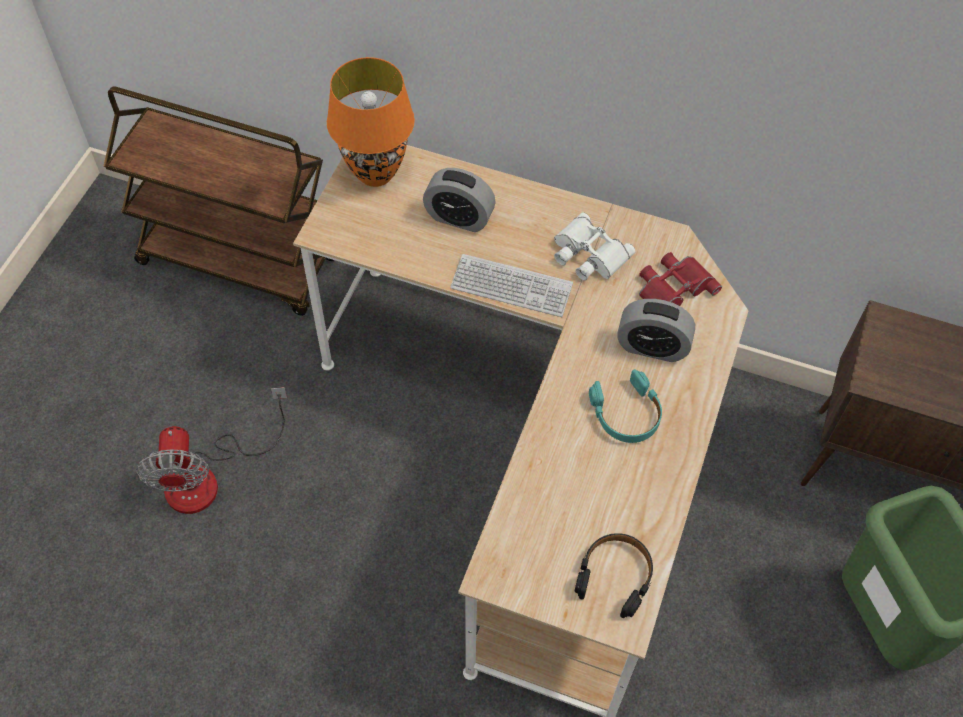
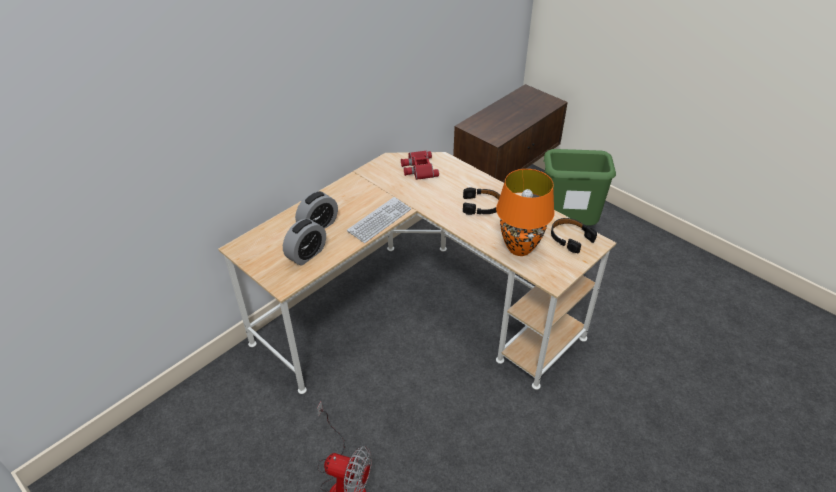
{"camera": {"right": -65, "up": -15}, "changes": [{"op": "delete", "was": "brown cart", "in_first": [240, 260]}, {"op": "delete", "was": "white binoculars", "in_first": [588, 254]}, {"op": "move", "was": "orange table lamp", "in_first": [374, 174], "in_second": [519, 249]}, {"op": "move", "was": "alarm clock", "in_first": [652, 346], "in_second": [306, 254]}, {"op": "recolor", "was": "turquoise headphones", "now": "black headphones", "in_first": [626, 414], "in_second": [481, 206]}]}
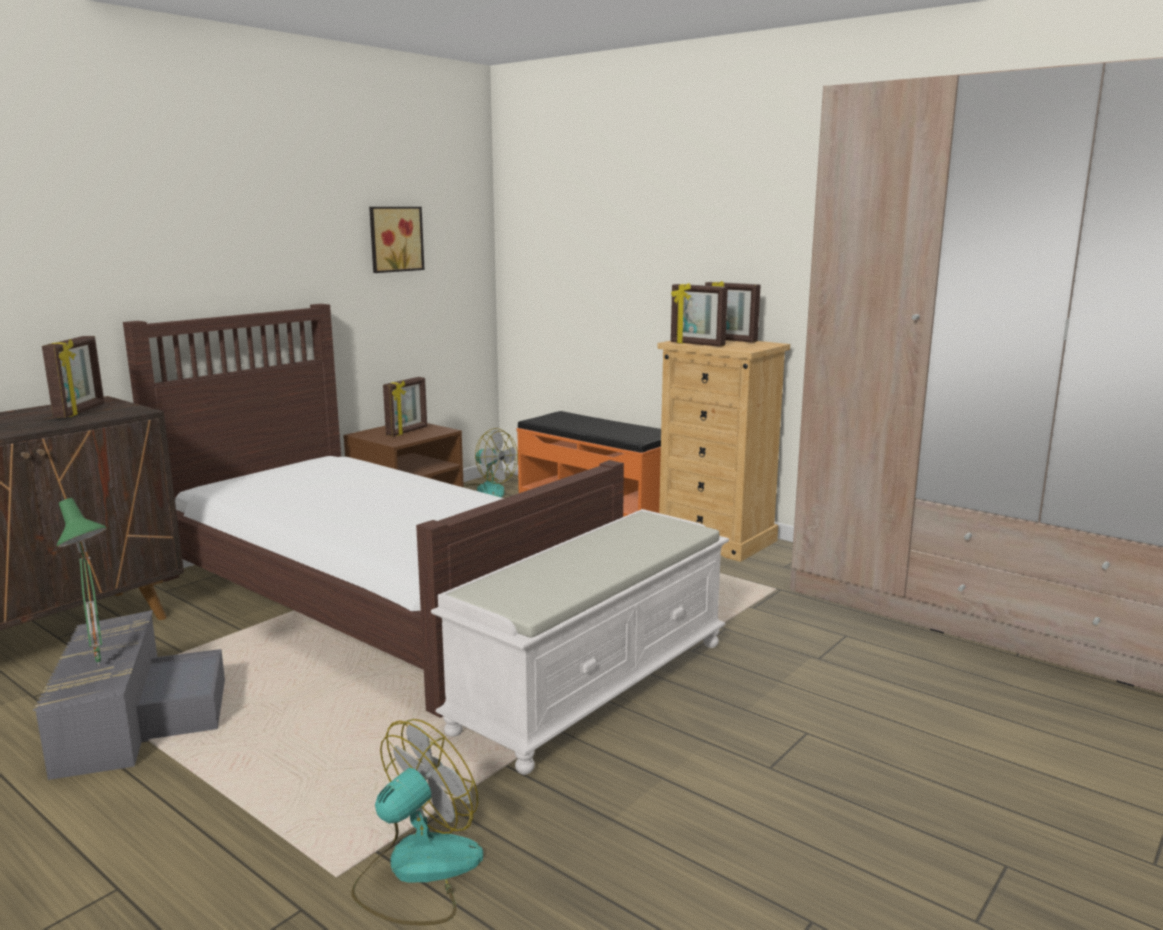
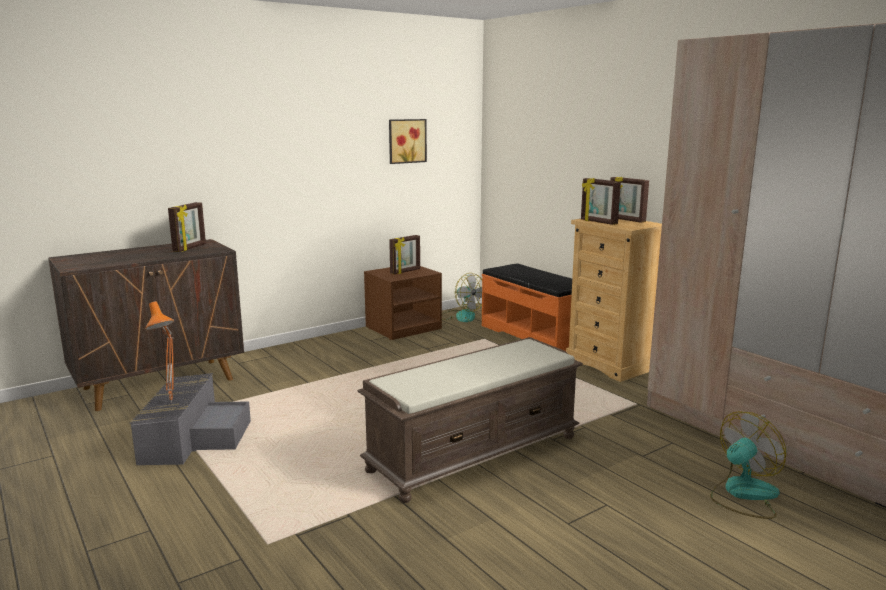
{"camera": {"right": 15, "up": 0}, "changes": [{"op": "delete", "was": "brown bed", "in_first": [375, 596]}, {"op": "move", "was": "fan", "in_first": [417, 871], "in_second": [743, 494]}, {"op": "recolor", "was": "green table lamp", "now": "orange table lamp", "in_first": [103, 664], "in_second": [173, 401]}, {"op": "recolor", "was": "white bench", "now": "brown bench", "in_first": [593, 683], "in_second": [474, 452]}]}
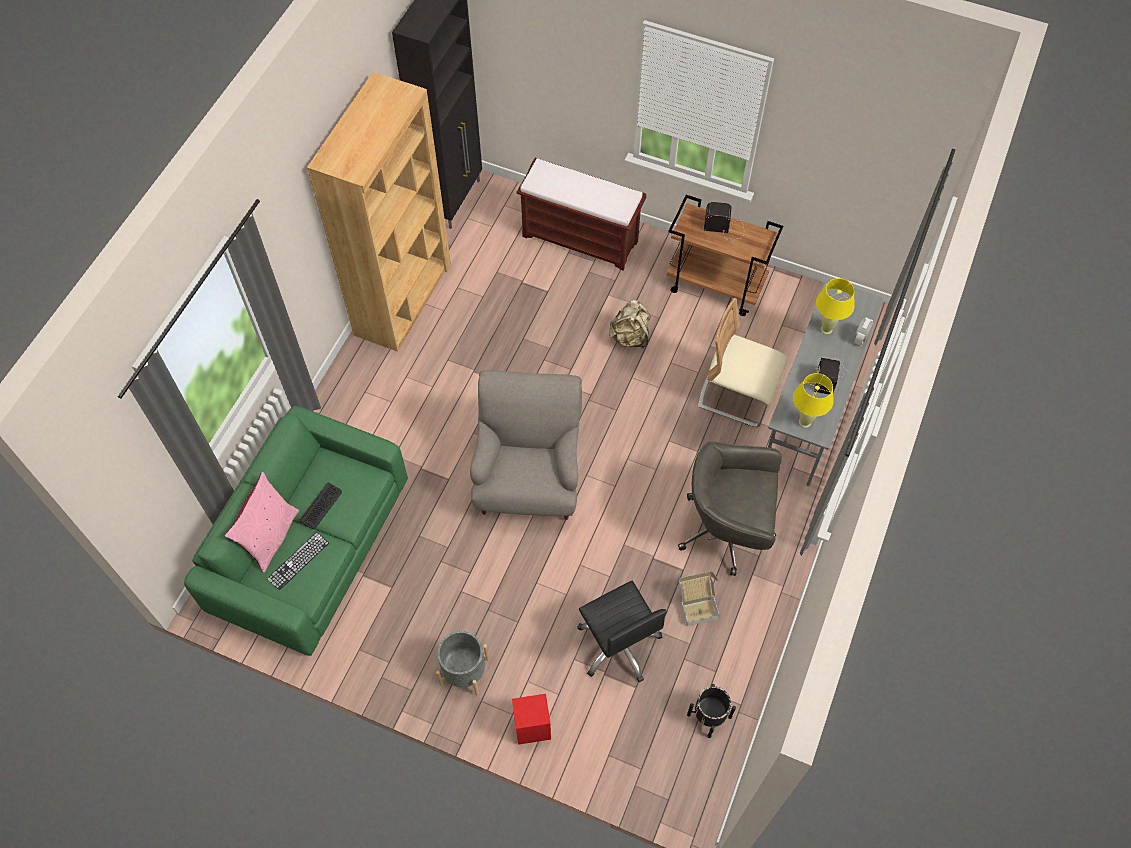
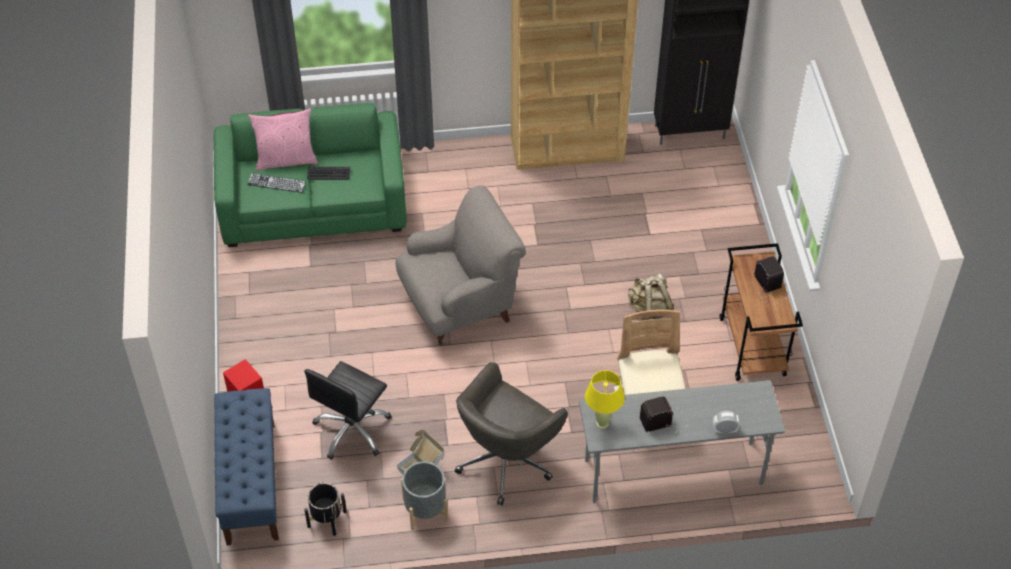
{"camera": {"right": 60, "up": -10}, "changes": [{"op": "delete", "was": "brown bench", "in_first": [581, 238]}, {"op": "delete", "was": "yellow table lamp", "in_first": [826, 329]}, {"op": "insert", "now": "blue bench", "in_second": [251, 483]}, {"op": "move", "was": "grey planter", "in_first": [464, 671], "in_second": [425, 510]}, {"op": "rotate", "was": "grey office chair", "in_first": [727, 530], "in_second": [507, 460], "clockwise": -120}]}
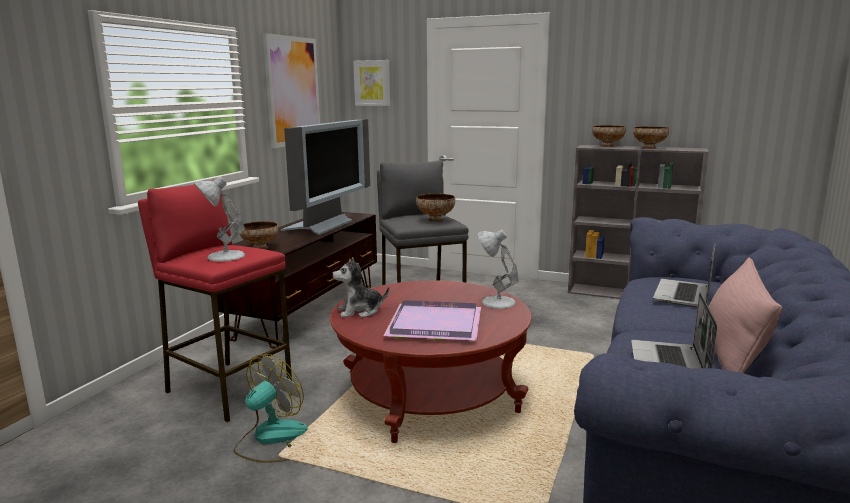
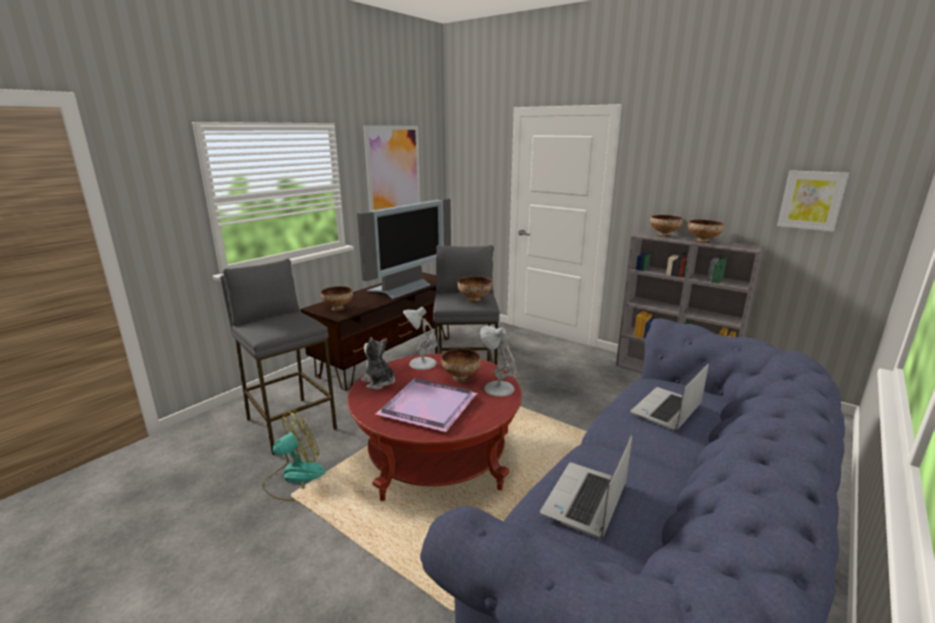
{"camera": {"right": 15, "up": 5}, "changes": [{"op": "delete", "was": "pink pillow", "in_first": [734, 352]}, {"op": "insert", "now": "bowl", "in_second": [461, 378]}, {"op": "move", "was": "white table lamp", "in_first": [224, 256], "in_second": [421, 363]}, {"op": "move", "was": "picture", "in_first": [372, 83], "in_second": [811, 200]}, {"op": "recolor", "was": "red stool", "now": "grey stool", "in_first": [228, 389], "in_second": [290, 424]}, {"op": "rotate", "was": "plush toy", "in_first": [360, 311], "in_second": [379, 382], "clockwise": 45}]}
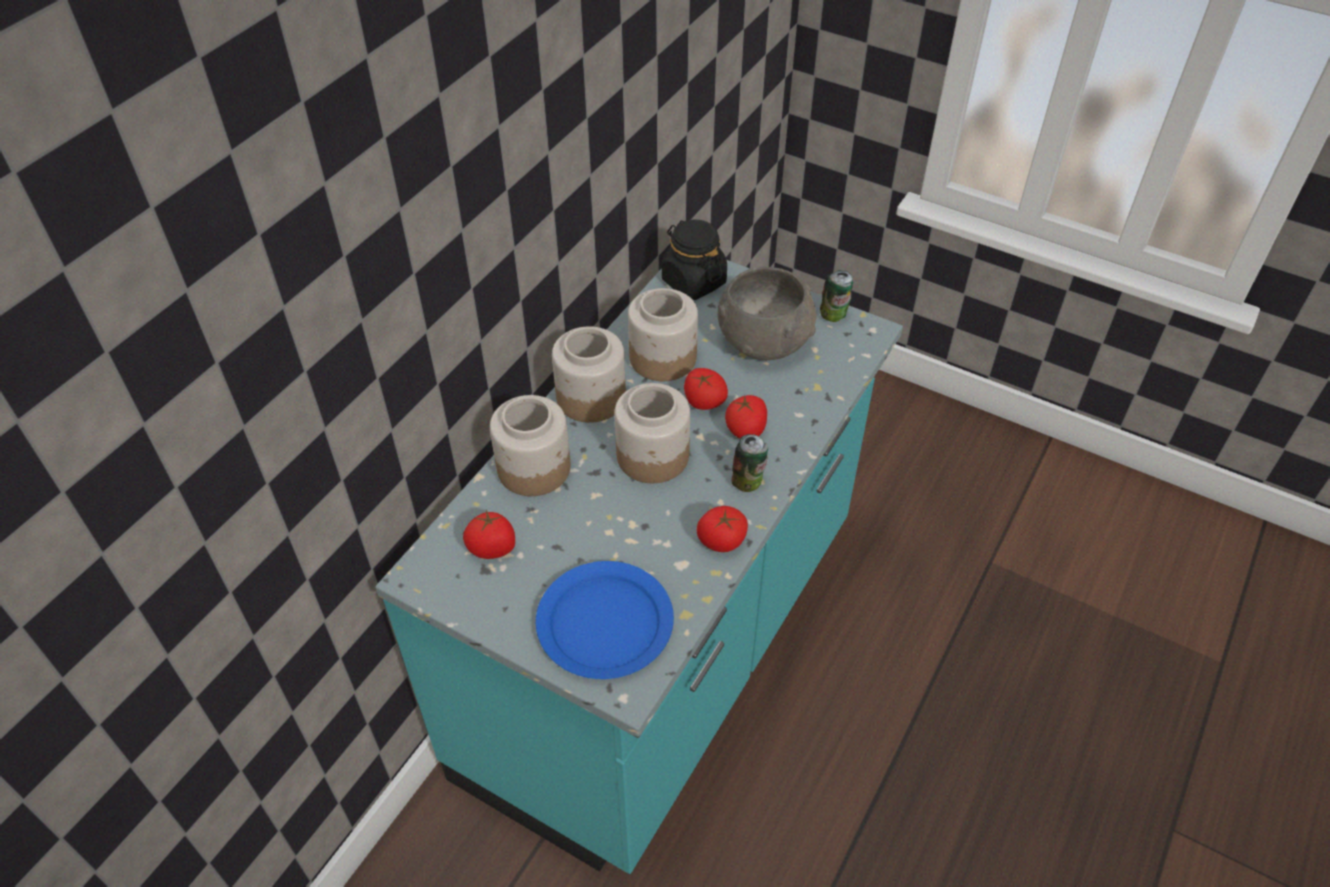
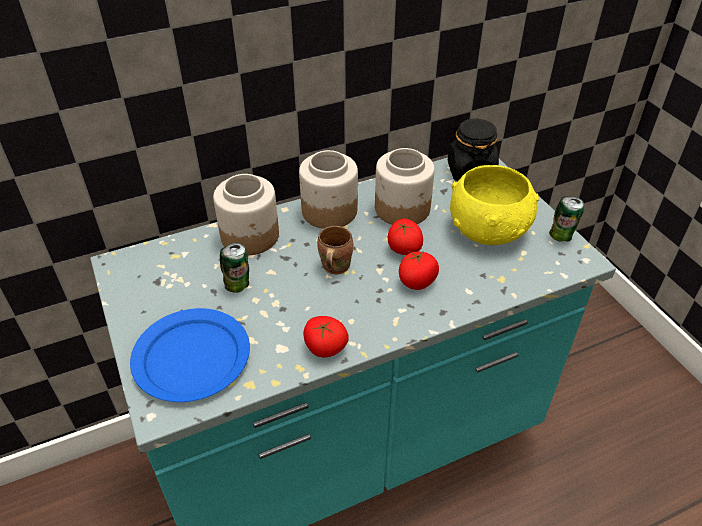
{"camera": {"right": 35, "up": -5}, "changes": [{"op": "delete", "was": "tomato", "in_first": [492, 548]}, {"op": "move", "was": "can", "in_first": [748, 481], "in_second": [238, 285]}, {"op": "replace", "was": "jar", "now": "brown mug", "in_first": [653, 456], "in_second": [333, 267]}, {"op": "recolor", "was": "grey bowl", "now": "yellow bowl", "in_first": [764, 339], "in_second": [489, 229]}]}
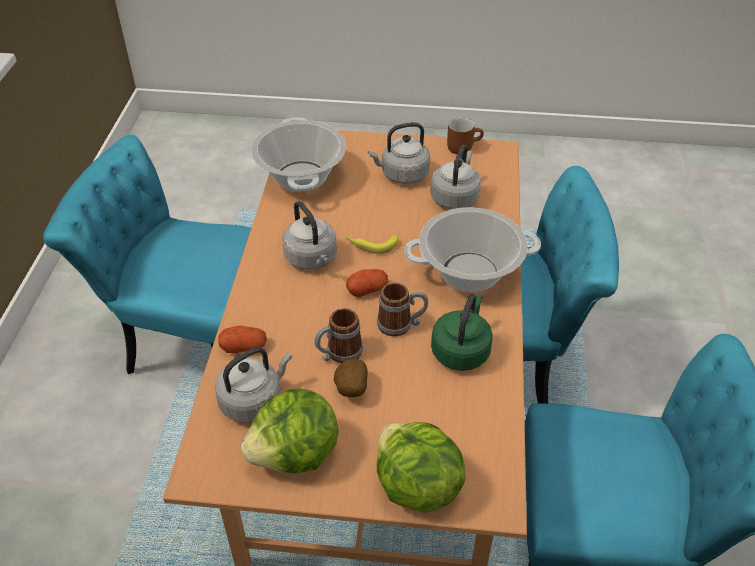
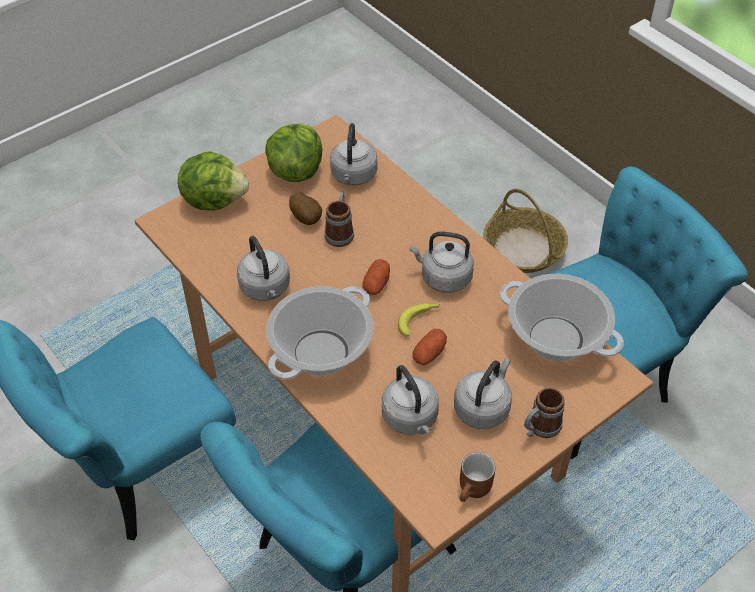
{"camera": {"right": 135, "up": 5}, "changes": [{"op": "insert", "now": "basket", "in_second": [524, 249]}, {"op": "move", "was": "potato", "in_first": [244, 347], "in_second": [429, 353]}, {"op": "move", "was": "mug", "in_first": [401, 324], "in_second": [539, 428]}, {"op": "recolor", "was": "green kettle", "now": "grey kettle", "in_first": [461, 350], "in_second": [266, 288]}]}
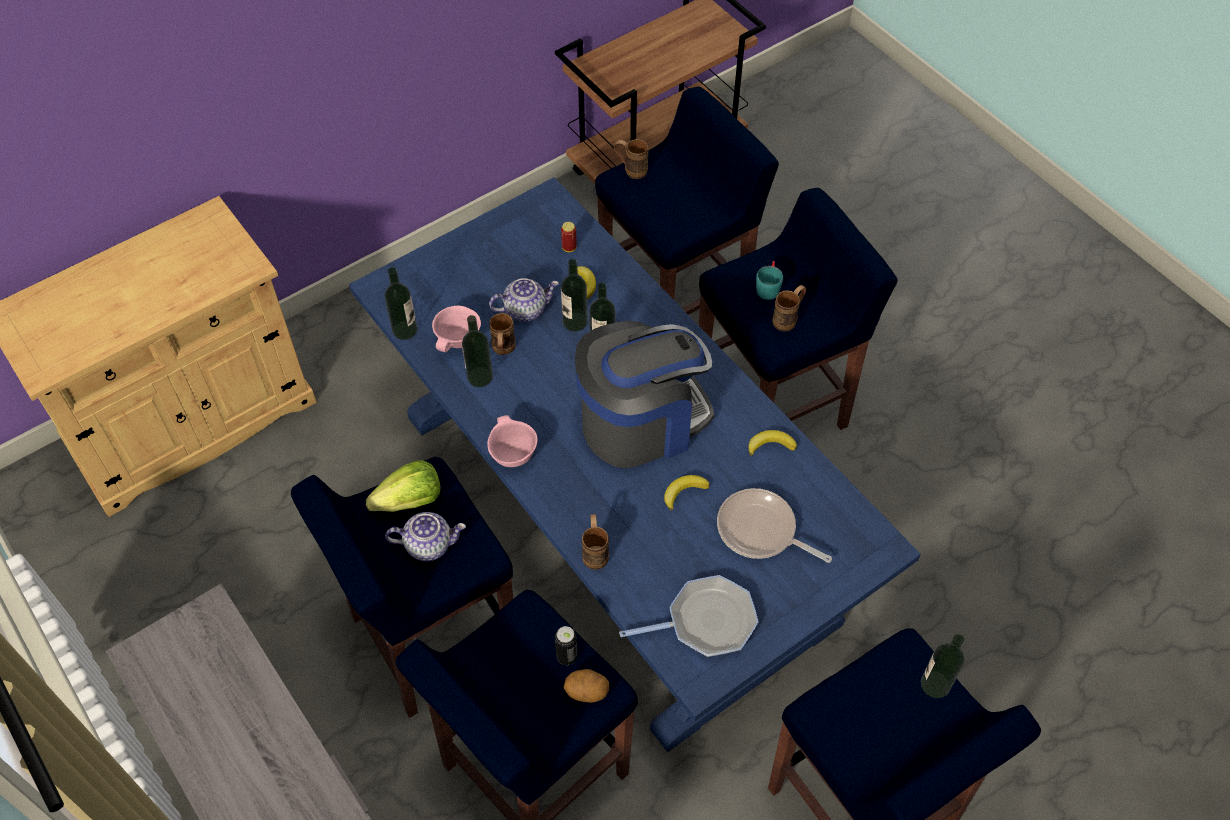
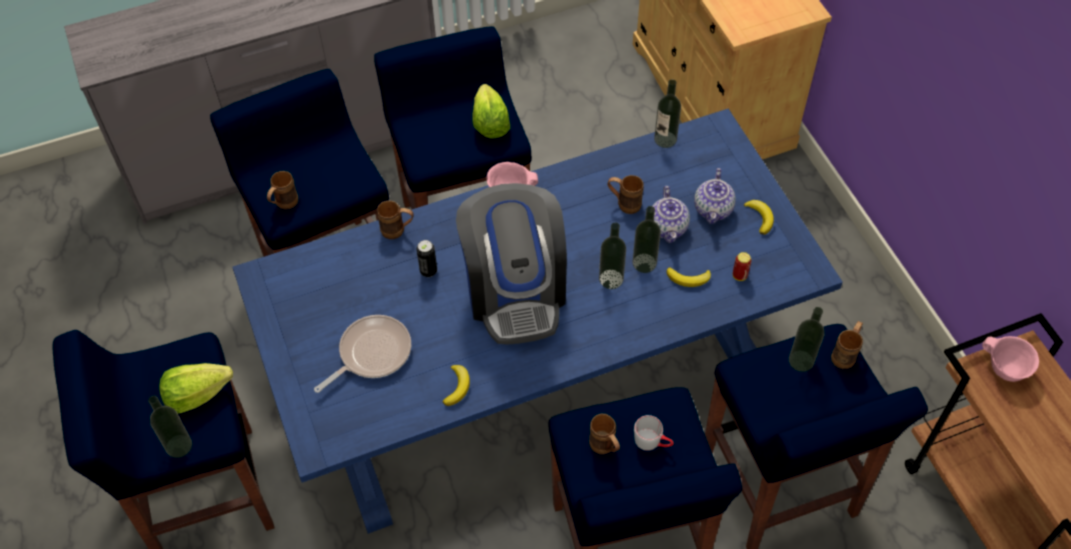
{"camera": {"right": 105, "up": 0}, "changes": [{"op": "delete", "was": "frying pan", "in_first": [706, 622]}, {"op": "insert", "now": "lettuce", "in_second": [197, 395]}, {"op": "move", "was": "teapot", "in_first": [429, 544], "in_second": [713, 210]}, {"op": "move", "was": "pink bowl", "in_first": [458, 341], "in_second": [1004, 369]}, {"op": "move", "was": "bottle", "in_first": [480, 377], "in_second": [801, 361]}, {"op": "move", "was": "can", "in_first": [567, 656], "in_second": [428, 271]}, {"op": "move", "was": "banana", "in_first": [684, 492], "in_second": [760, 217]}, {"op": "replace", "was": "potato", "now": "brown mug", "in_first": [587, 691], "in_second": [283, 205]}, {"op": "recolor", "was": "turquoise mug", "now": "grey mug", "in_first": [768, 286], "in_second": [653, 442]}]}
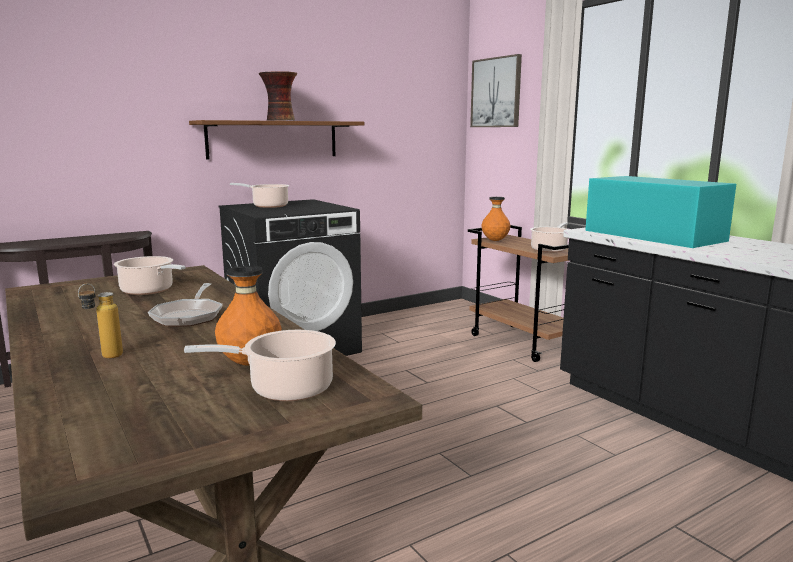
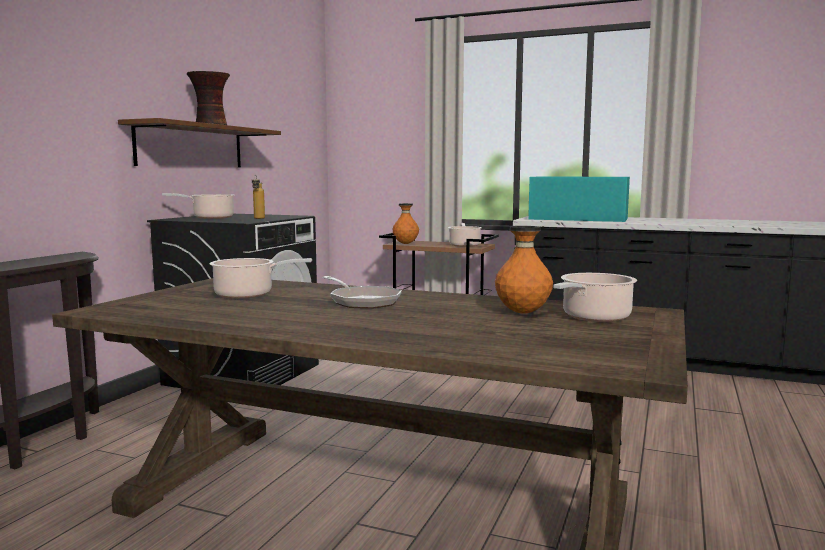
{"camera": {"right": -35, "up": -5}, "changes": [{"op": "delete", "was": "picture", "in_first": [496, 92]}, {"op": "move", "was": "bottle", "in_first": [104, 358], "in_second": [258, 218]}]}
